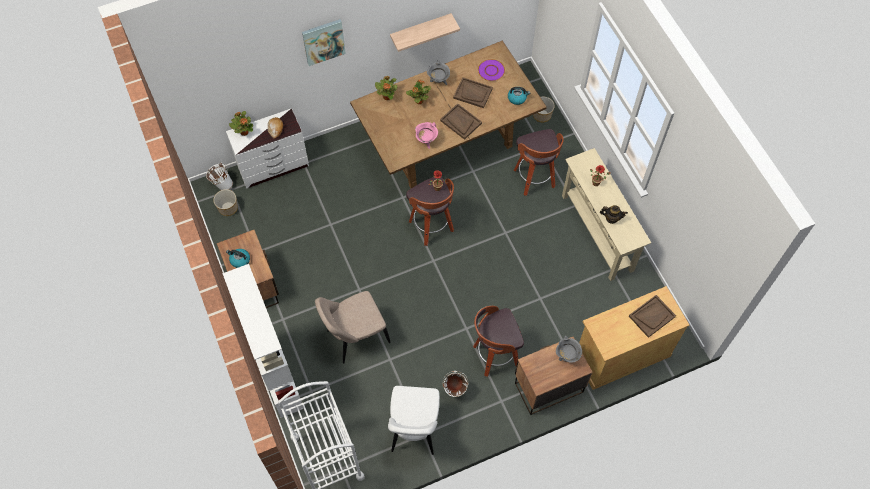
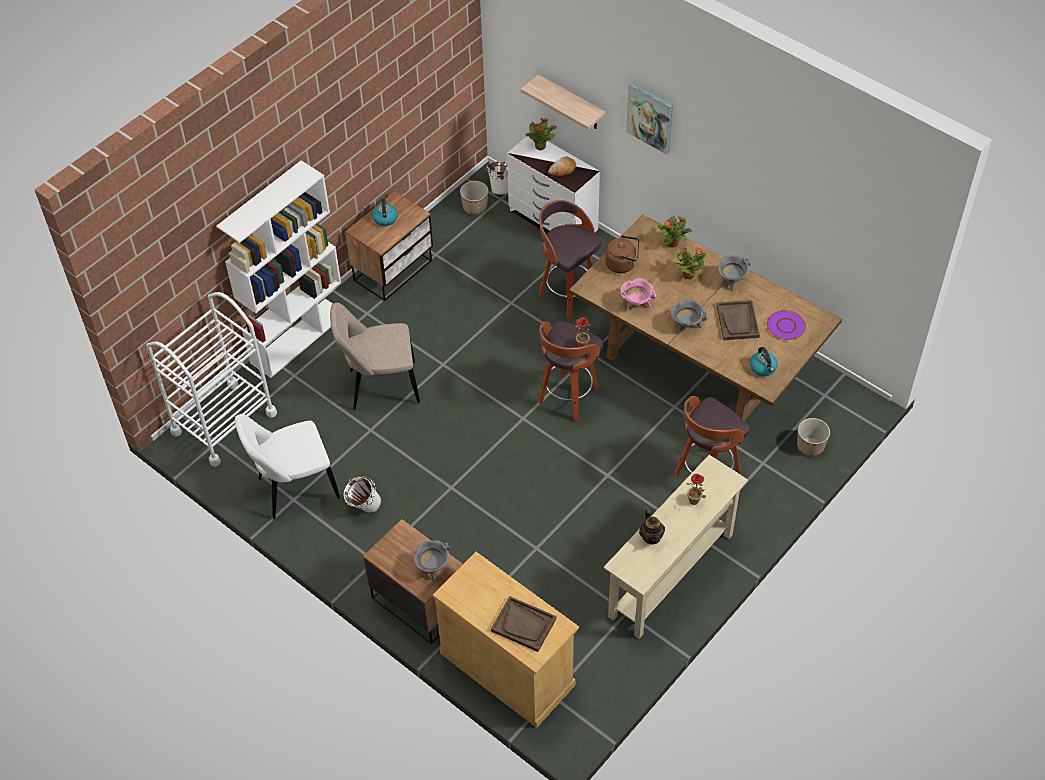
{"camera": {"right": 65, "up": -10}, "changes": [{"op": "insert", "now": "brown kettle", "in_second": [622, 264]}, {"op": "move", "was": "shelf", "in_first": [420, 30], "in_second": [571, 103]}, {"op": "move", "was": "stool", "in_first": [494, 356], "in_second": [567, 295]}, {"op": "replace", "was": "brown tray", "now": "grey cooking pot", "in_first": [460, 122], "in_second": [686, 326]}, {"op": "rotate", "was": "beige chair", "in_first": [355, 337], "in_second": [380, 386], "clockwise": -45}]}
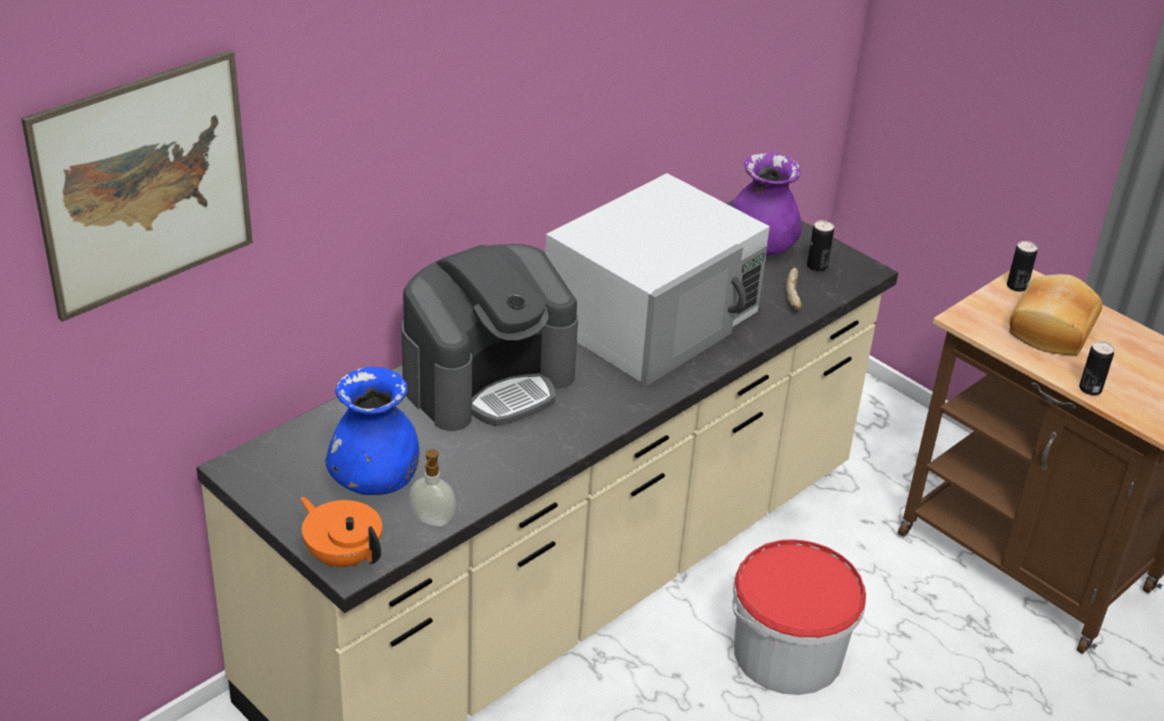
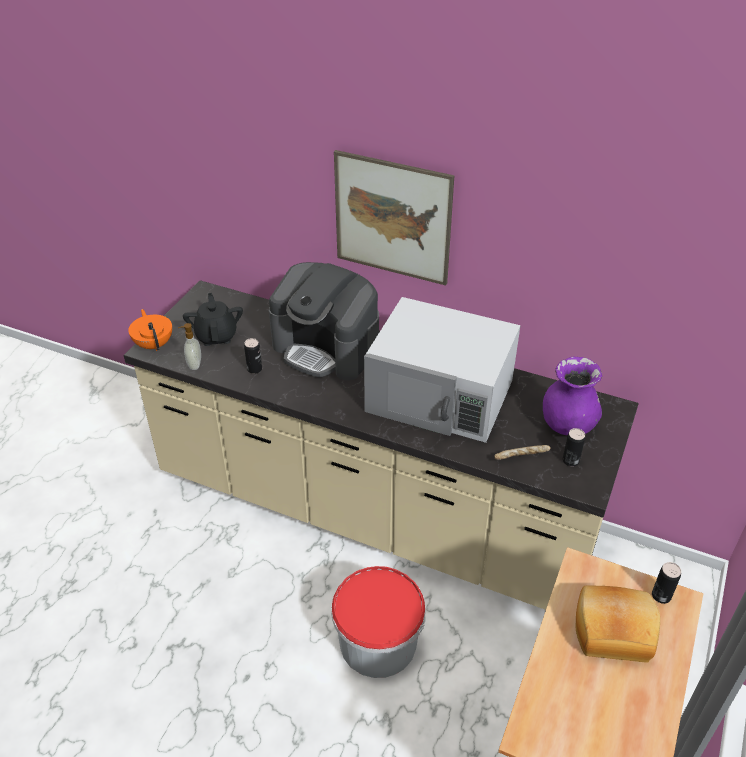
{"camera": {"right": 70, "up": 5}, "changes": [{"op": "move", "was": "picture", "in_first": [144, 184], "in_second": [392, 218]}, {"op": "move", "was": "can", "in_first": [1090, 389], "in_second": [254, 369]}, {"op": "replace", "was": "blue vase", "now": "black teapot", "in_first": [374, 481], "in_second": [216, 336]}, {"op": "rotate", "was": "orange teapot", "in_first": [343, 556], "in_second": [154, 344], "clockwise": -45}]}
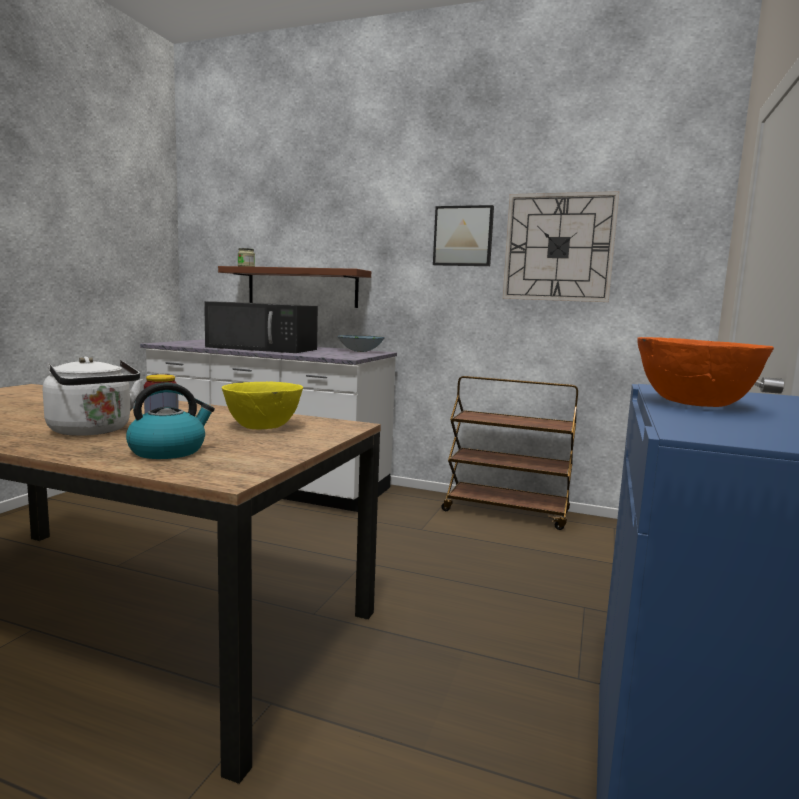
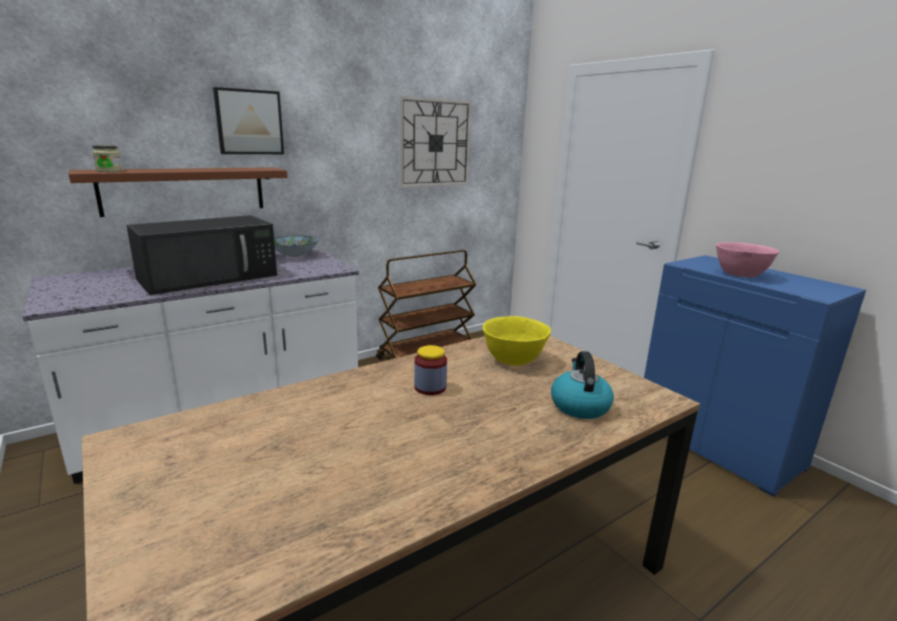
{"camera": {"right": -55, "up": 10}, "changes": [{"op": "delete", "was": "white kettle", "in_first": [93, 431]}, {"op": "move", "was": "picture", "in_first": [463, 236], "in_second": [249, 122]}, {"op": "recolor", "was": "orange bowl", "now": "pink bowl", "in_first": [693, 404], "in_second": [740, 275]}]}
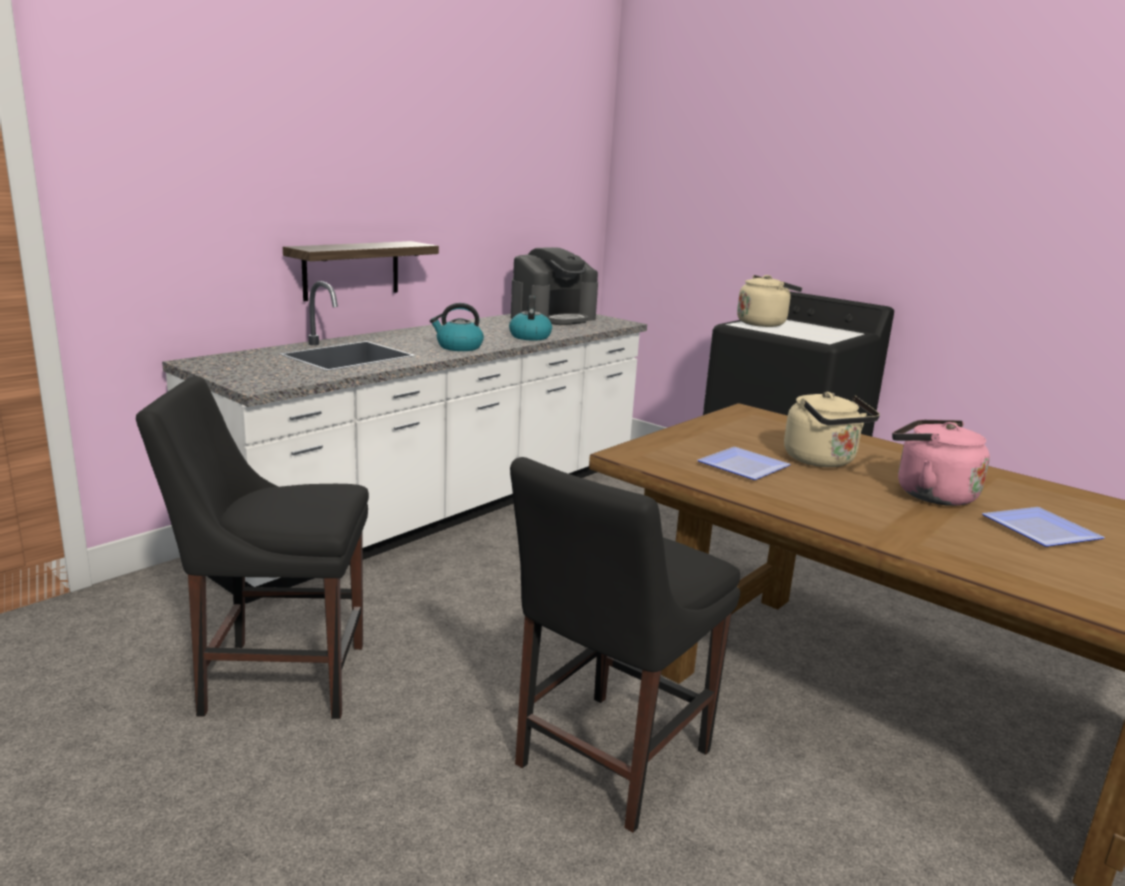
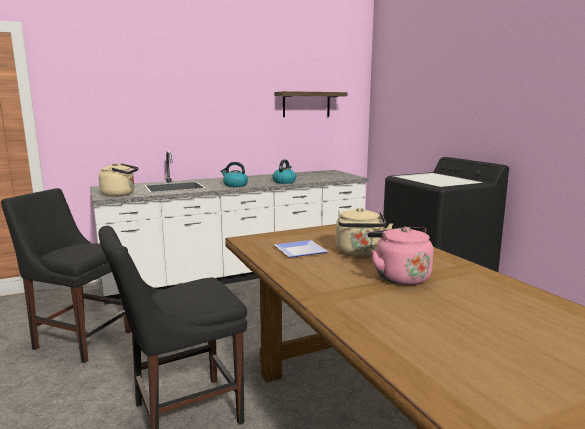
{"camera": {"right": 25, "up": -5}, "changes": [{"op": "delete", "was": "coffee machine", "in_first": [553, 318]}, {"op": "delete", "was": "plate", "in_first": [1044, 531]}, {"op": "move", "was": "shelf", "in_first": [351, 270], "in_second": [306, 104]}, {"op": "move", "was": "beige kettle", "in_first": [763, 323], "in_second": [120, 194]}]}
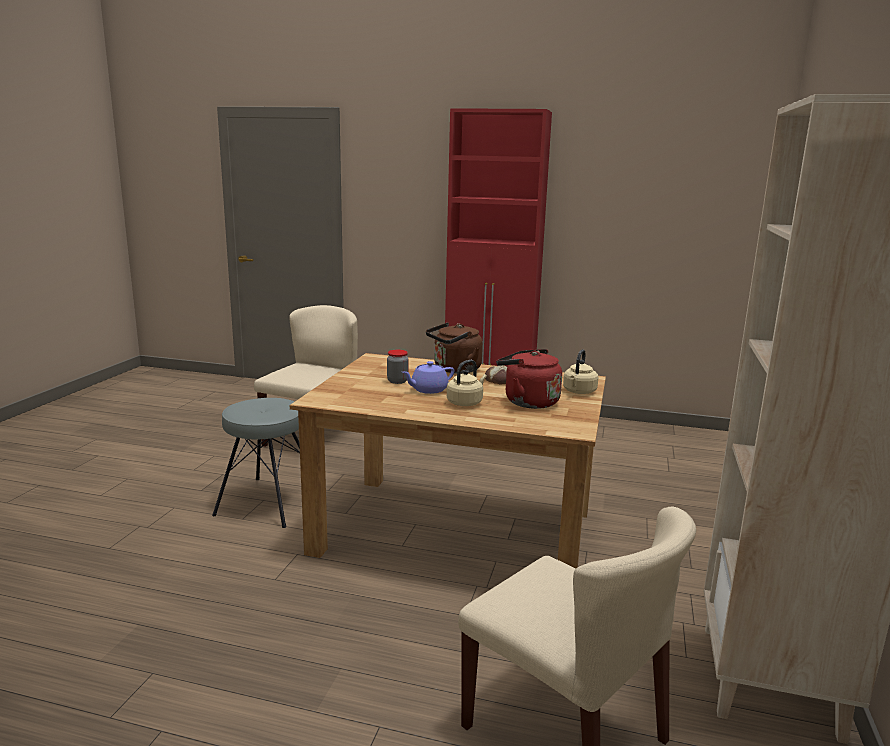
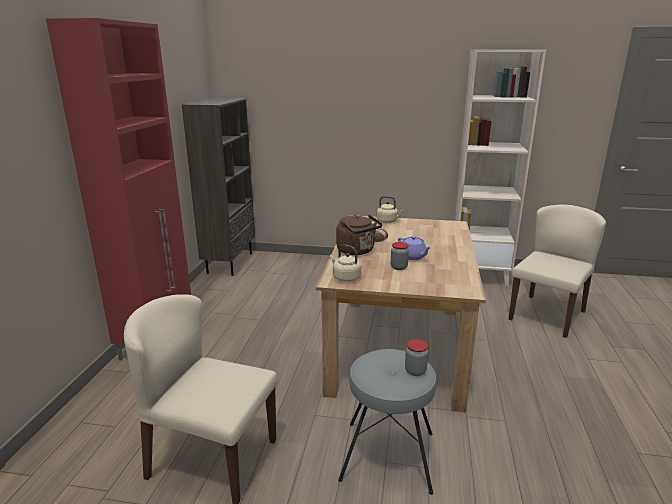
{"camera": {"right": -95, "up": 5}, "changes": [{"op": "delete", "was": "red kettle", "in_first": [528, 402]}, {"op": "insert", "now": "brown bookcase", "in_second": [229, 263]}, {"op": "insert", "now": "jar", "in_second": [415, 371]}, {"op": "move", "was": "beige kettle", "in_first": [466, 402], "in_second": [345, 278]}]}
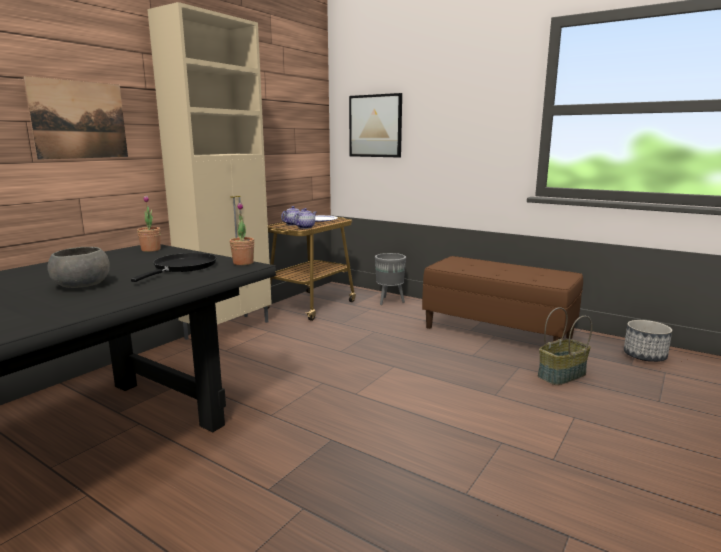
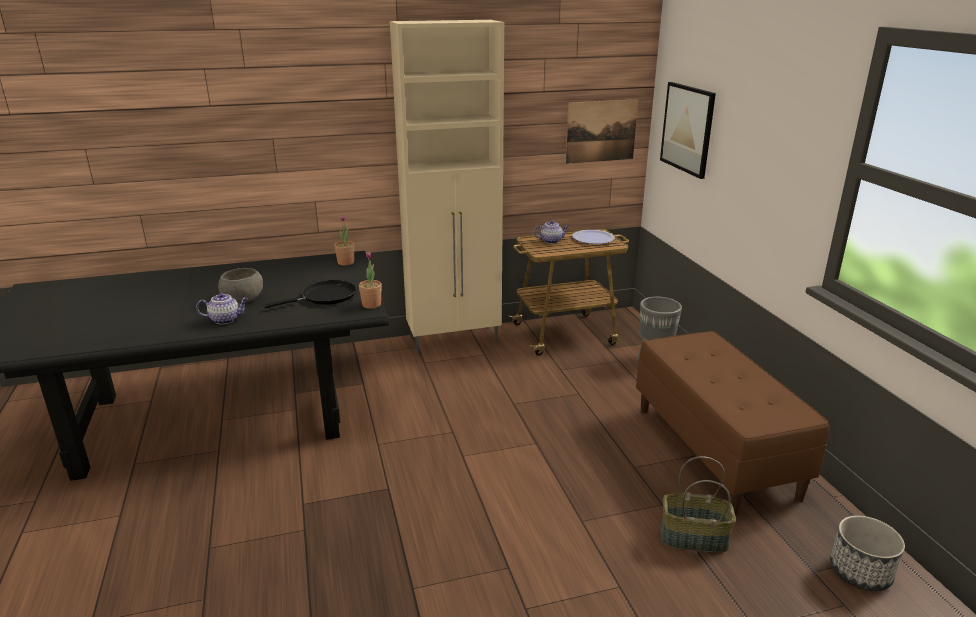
{"camera": {"right": 40, "up": 10}, "changes": [{"op": "move", "was": "picture", "in_first": [79, 120], "in_second": [601, 131]}, {"op": "move", "was": "teapot", "in_first": [305, 227], "in_second": [226, 319]}]}
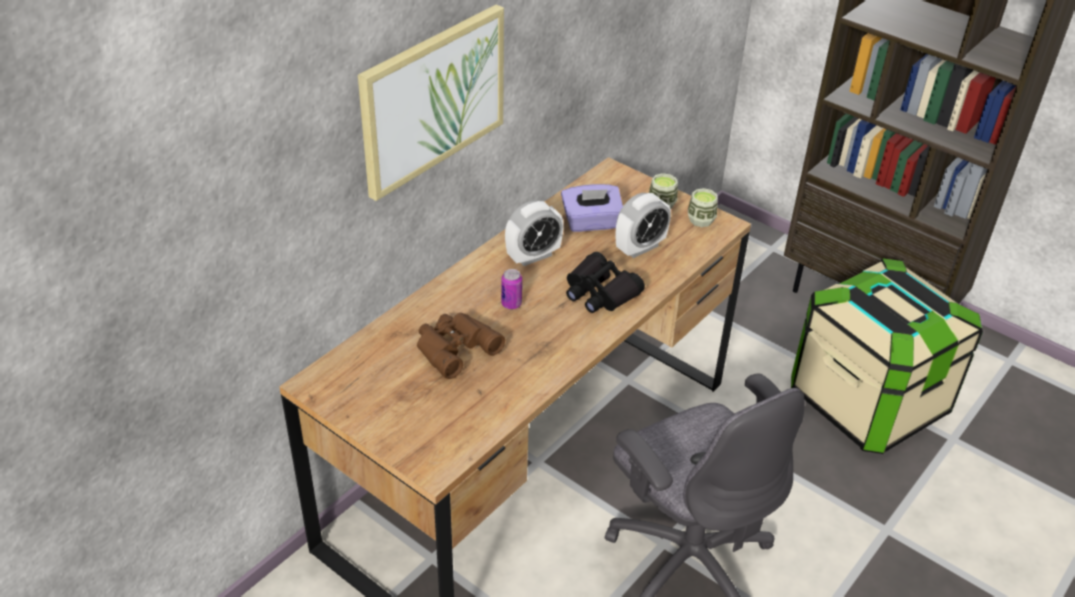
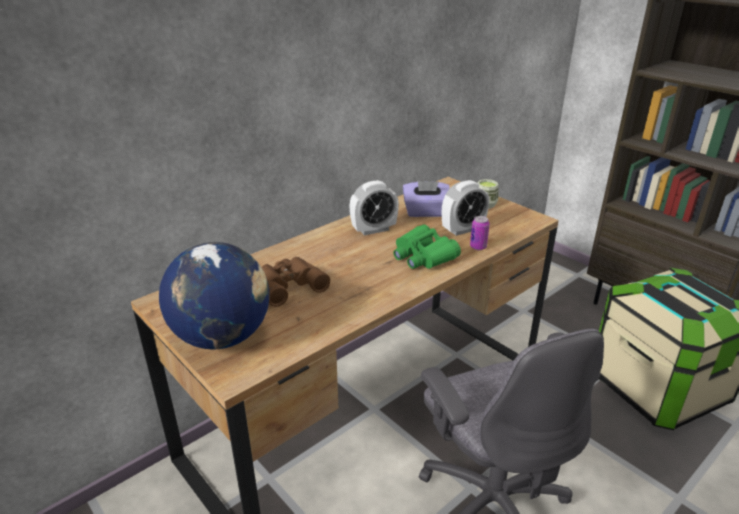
{"camera": {"right": 10, "up": -10}, "changes": [{"op": "delete", "was": "picture", "in_first": [432, 99]}, {"op": "delete", "was": "cup", "in_first": [701, 220]}, {"op": "insert", "now": "globe", "in_second": [222, 337]}, {"op": "move", "was": "can", "in_first": [511, 304], "in_second": [478, 247]}, {"op": "recolor", "was": "black binoculars", "now": "green binoculars", "in_first": [600, 292], "in_second": [423, 256]}]}
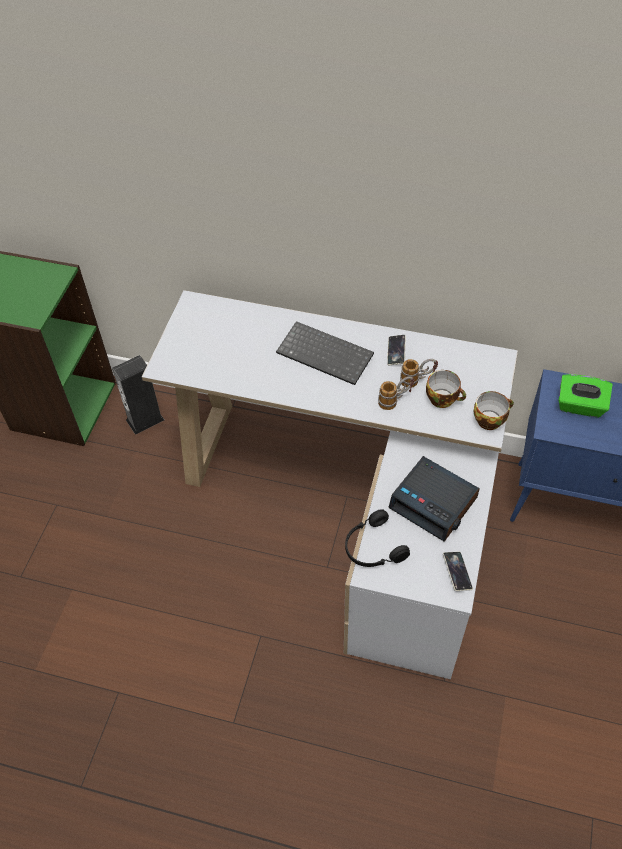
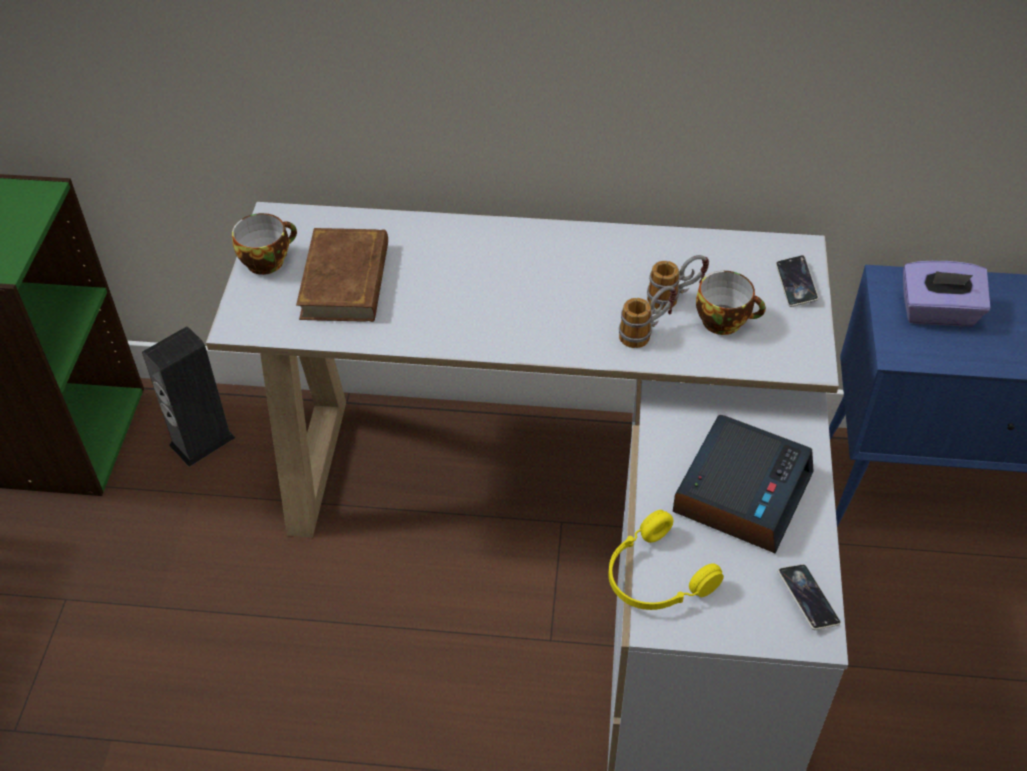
{"camera": {"right": -10, "up": -5}, "changes": [{"op": "delete", "was": "keyboard", "in_first": [326, 354]}, {"op": "insert", "now": "brown book", "in_second": [346, 281]}, {"op": "move", "was": "phone", "in_first": [396, 351], "in_second": [795, 284]}, {"op": "move", "was": "cup", "in_first": [490, 419], "in_second": [267, 260]}, {"op": "recolor", "was": "black headphones", "now": "yellow headphones", "in_first": [372, 547], "in_second": [655, 577]}, {"op": "recolor", "was": "green tissue box", "now": "purple tissue box", "in_first": [580, 406], "in_second": [938, 313]}, {"op": "rotate", "was": "alarm clock", "in_first": [434, 503], "in_second": [741, 491], "clockwise": -90}]}
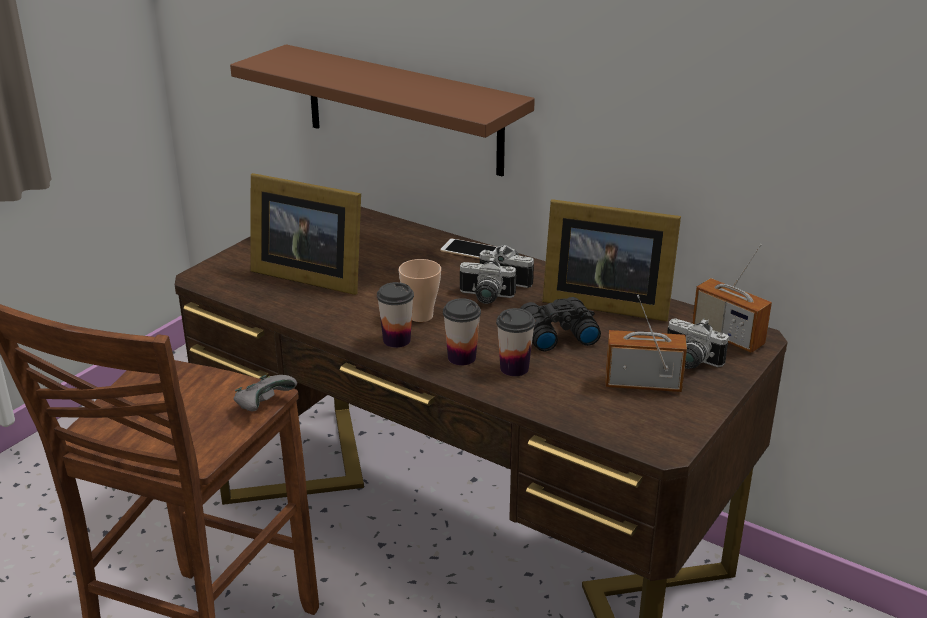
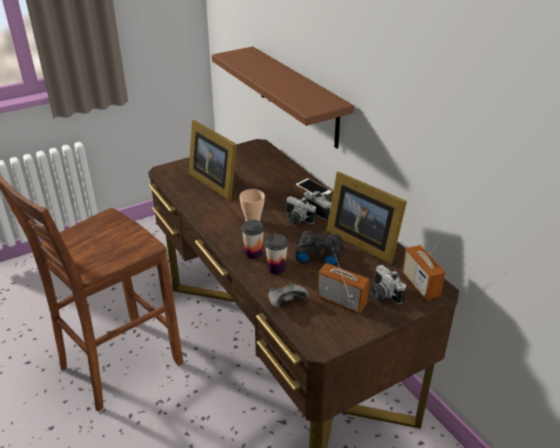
{"camera": {"right": 25, "up": 5}, "changes": [{"op": "delete", "was": "cup", "in_first": [396, 340]}, {"op": "move", "was": "grey game controller", "in_first": [264, 405], "in_second": [286, 302]}]}
